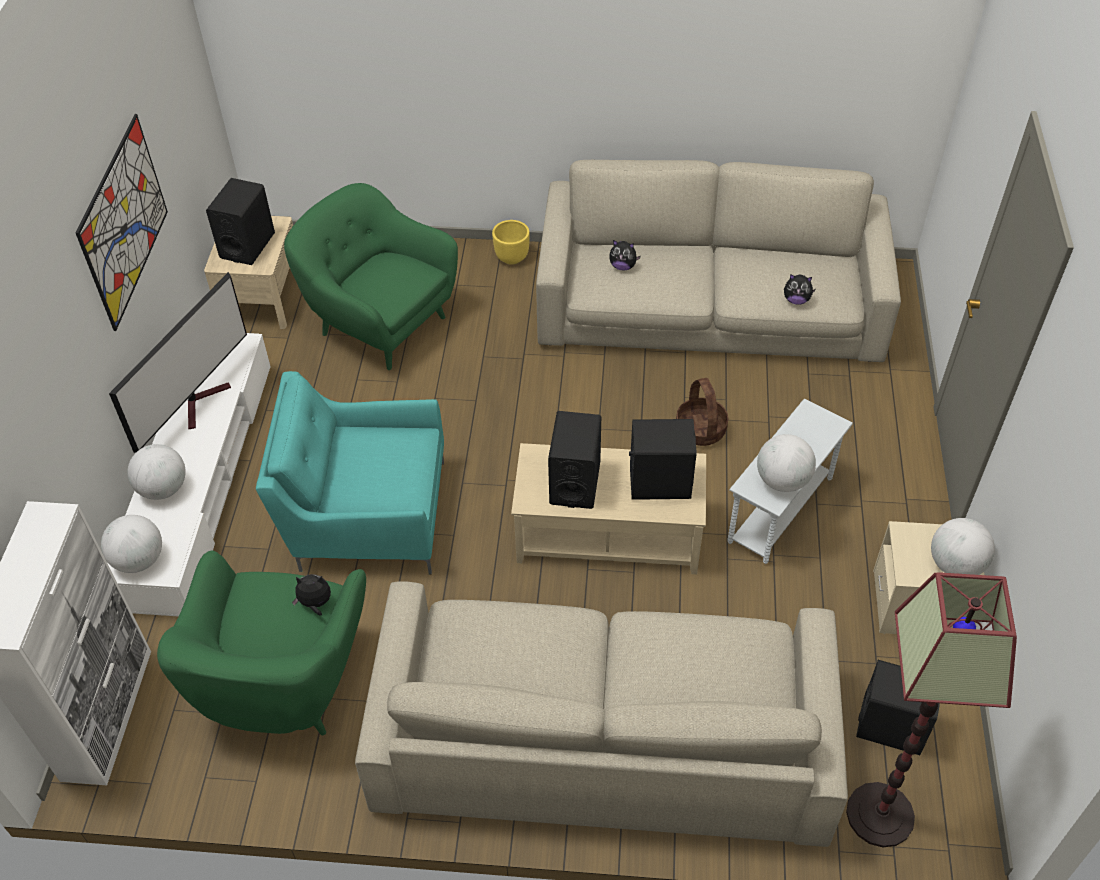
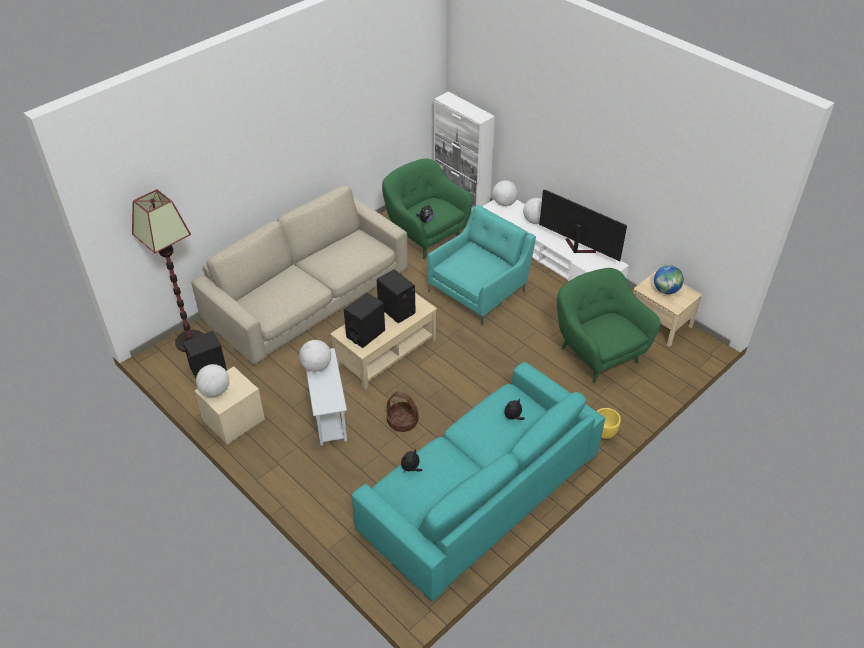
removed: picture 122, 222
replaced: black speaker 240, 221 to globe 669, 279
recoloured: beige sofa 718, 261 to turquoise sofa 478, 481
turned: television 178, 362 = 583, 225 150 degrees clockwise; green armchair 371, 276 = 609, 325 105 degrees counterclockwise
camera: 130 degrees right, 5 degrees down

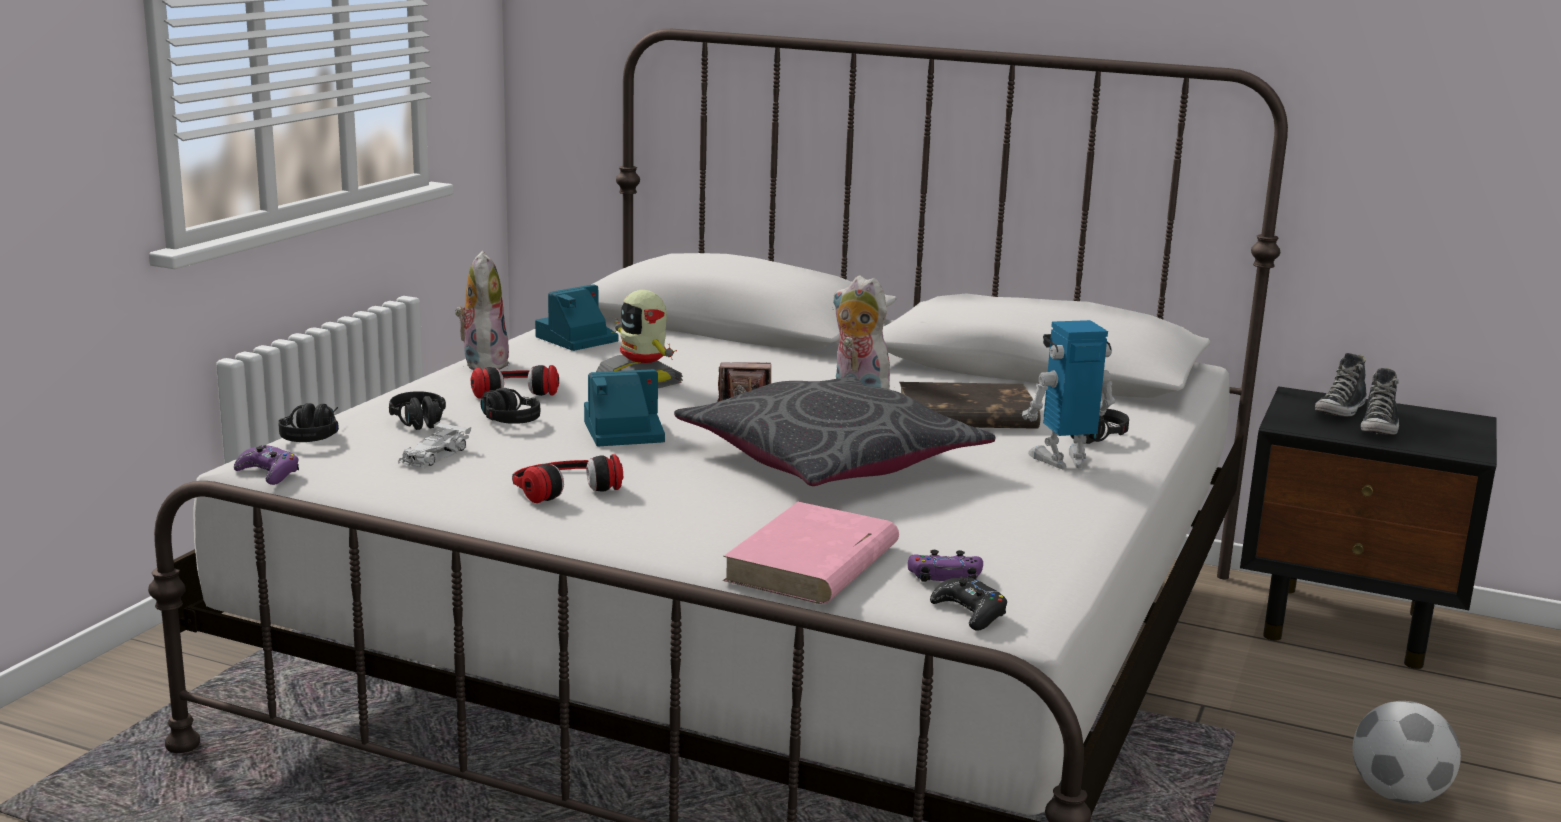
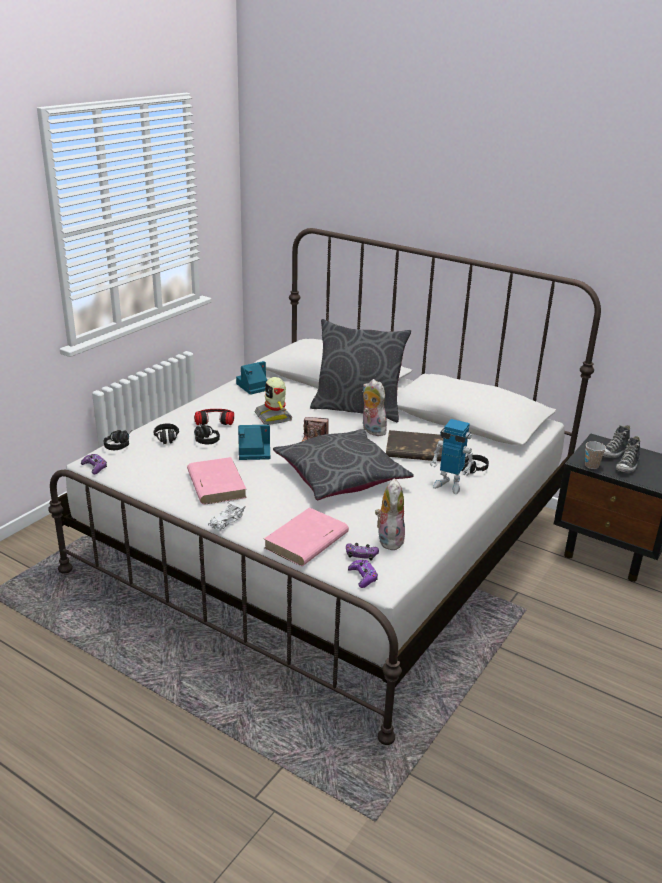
removed: football 1407, 752
added: grey pillow 360, 370; cup 595, 455
moved: white toy car 434, 445 to 226, 515; plush toy 482, 310 to 390, 514
replaced: headphones 567, 478 to pink book 217, 481
recoloured: black game controller 968, 603 to purple game controller 363, 574
turned: toy robot 1068, 394 = 452, 456 150 degrees counterclockwise
camera: 10 degrees right, 10 degrees up

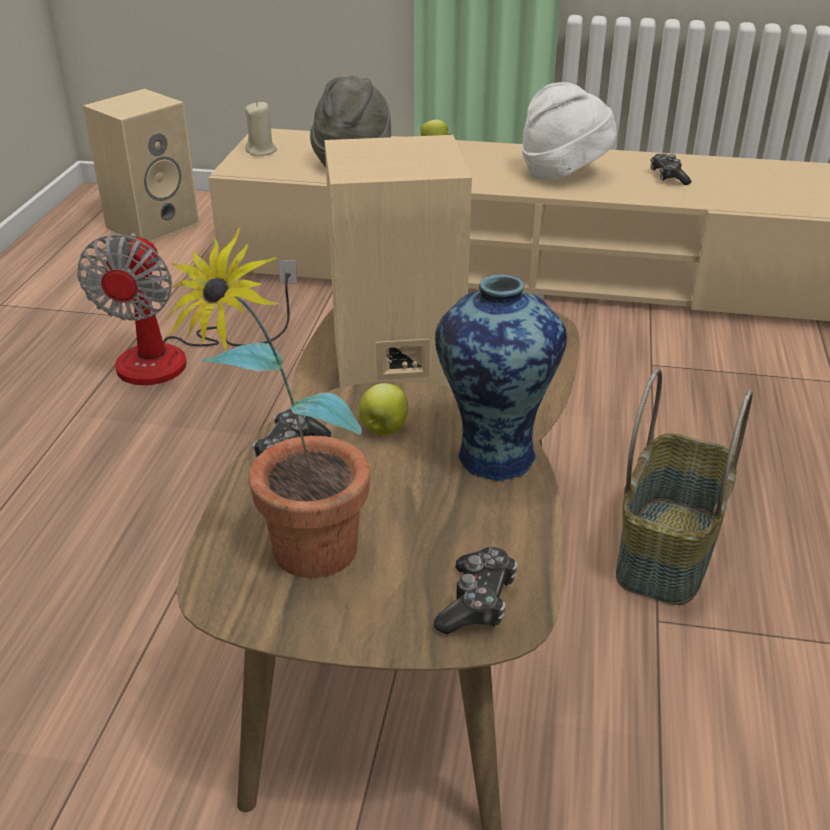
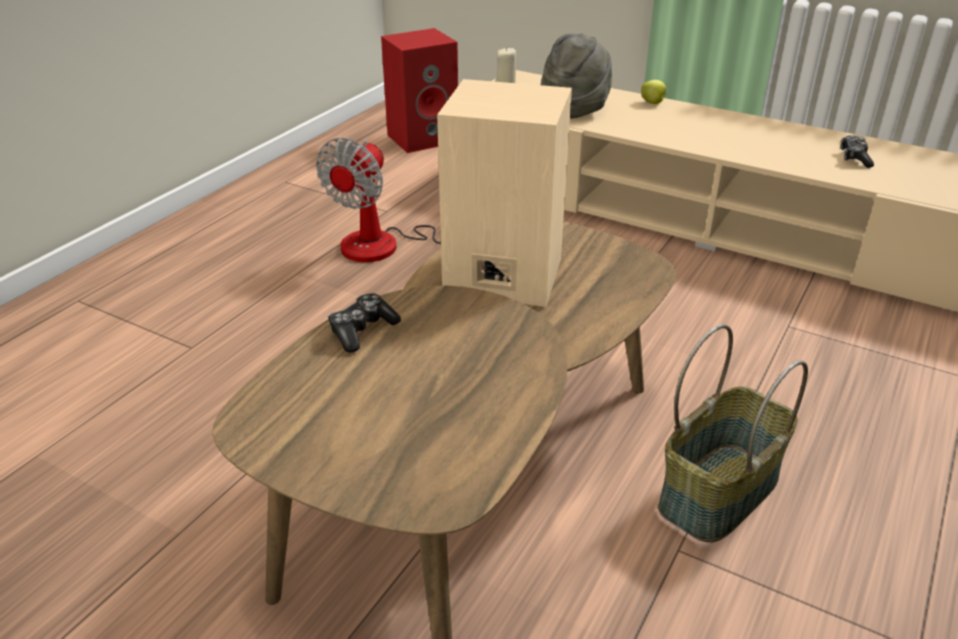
removed: potted plant 267, 402; apple 383, 409; game controller 475, 590; vase 501, 377; white hat 569, 130
recoloured: beige speaker 141, 165 to red speaker 419, 90
camera: 20 degrees right, 0 degrees up

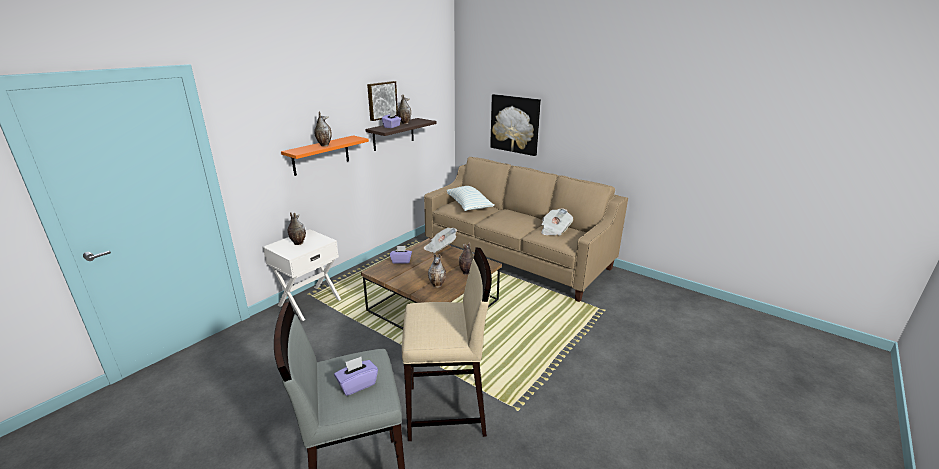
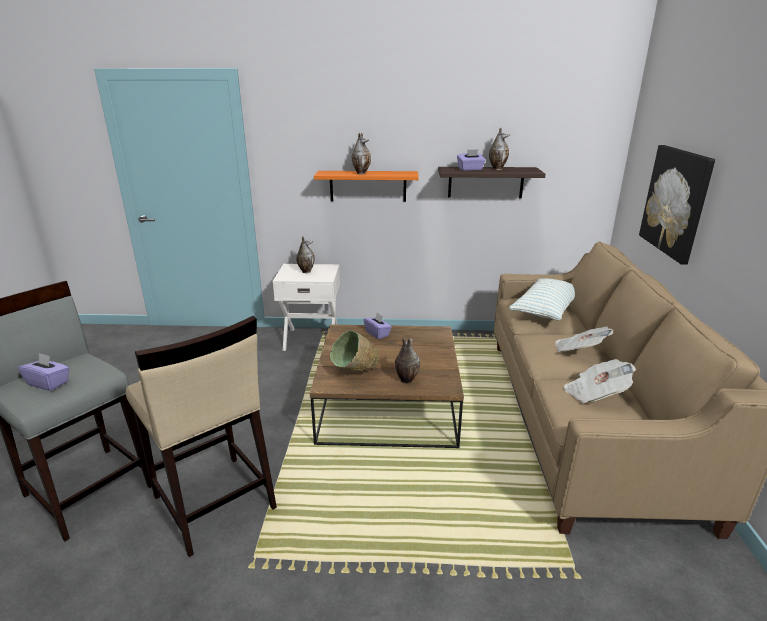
removed: picture 382, 101
moved: newspaper 440, 240 to 584, 339
replaced: vase 437, 271 to green bowl 354, 351
camera: 55 degrees right, 0 degrees up

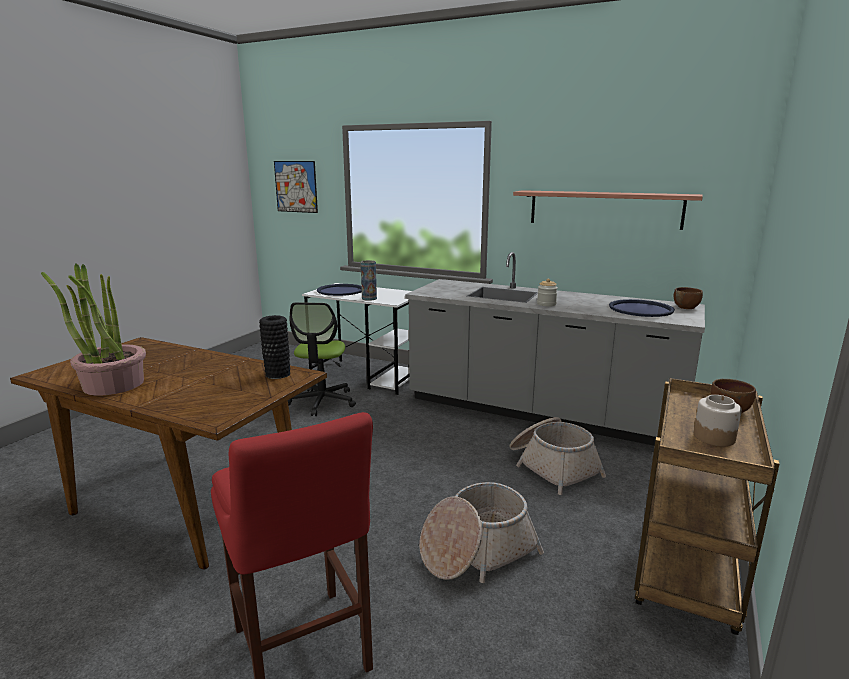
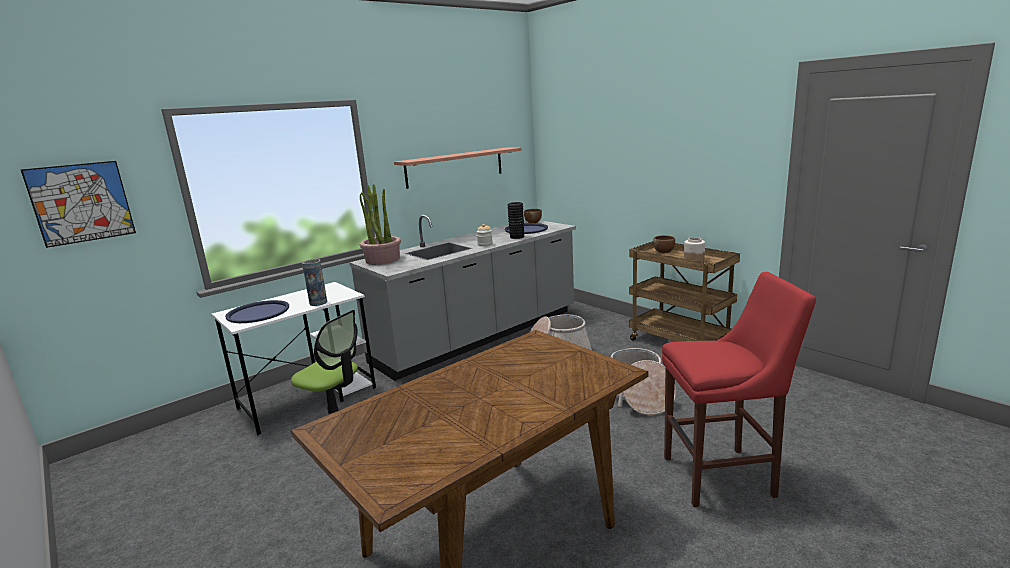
moved: potted plant 93, 329 to 380, 224; black vase 274, 347 to 515, 220
camera: 65 degrees left, 0 degrees up

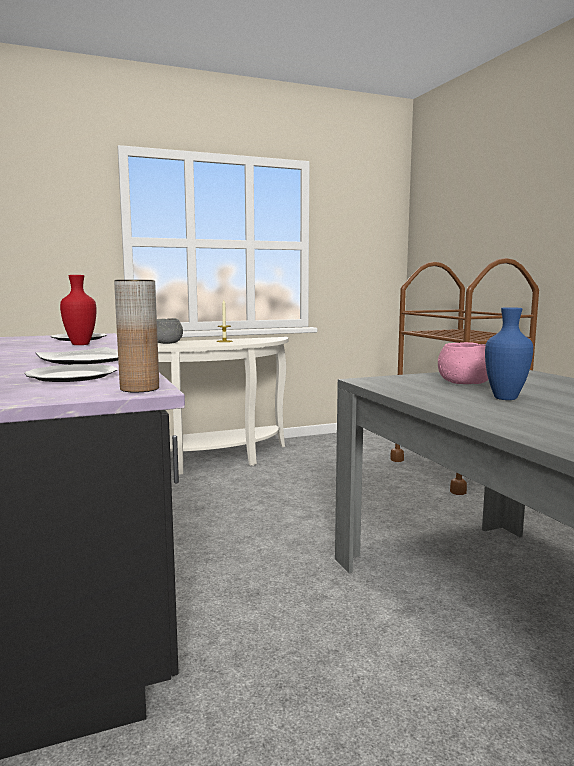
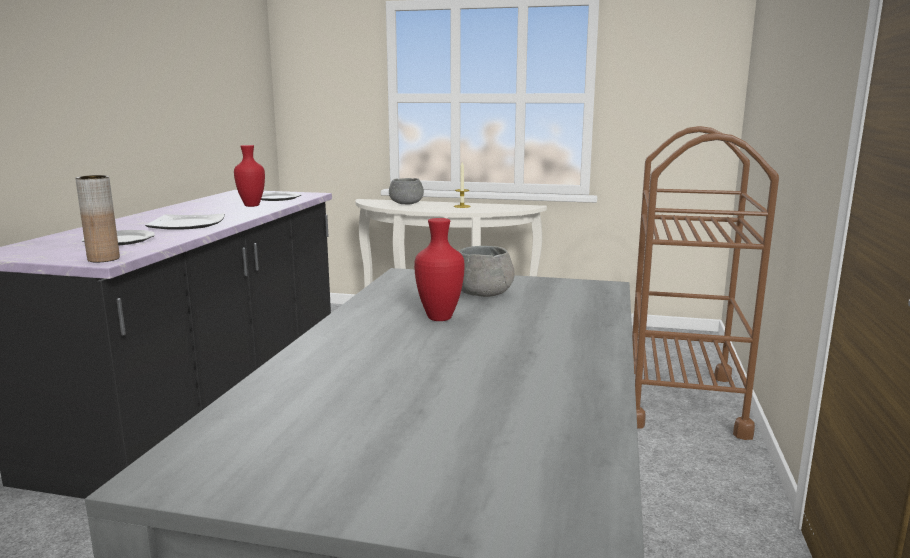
recoloured: pink bowl 463, 363 to grey bowl 487, 271; blue vase 509, 353 to red vase 439, 269
camera: 35 degrees right, 5 degrees up

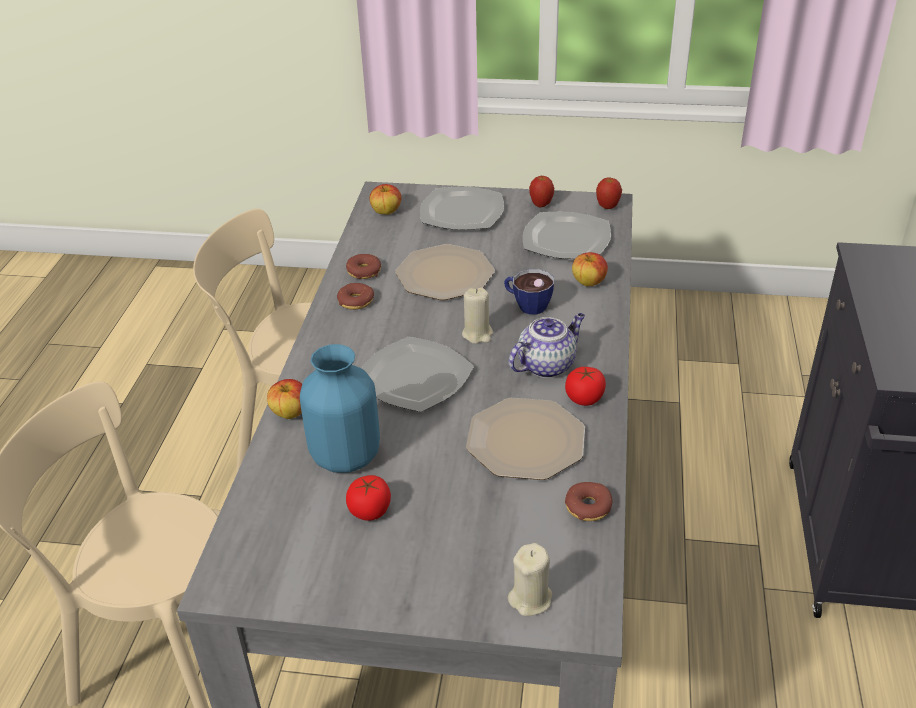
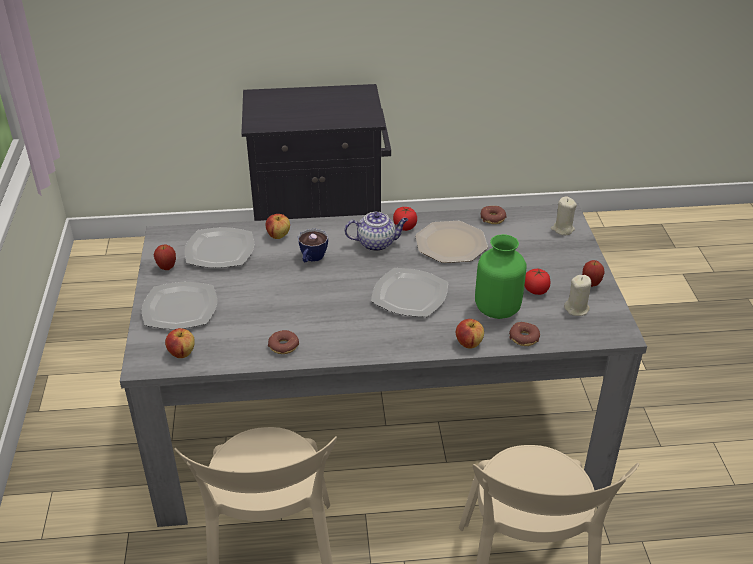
removed: plate 445, 272
moved: donut 355, 296 to 524, 334; beige candle 477, 316 to 577, 295; apple 609, 193 to 593, 273
recoloured: blue vase 340, 408 to green vase 501, 276
turned: teapot 547, 345 = 376, 231 135 degrees clockwise
camera: 105 degrees left, 0 degrees up

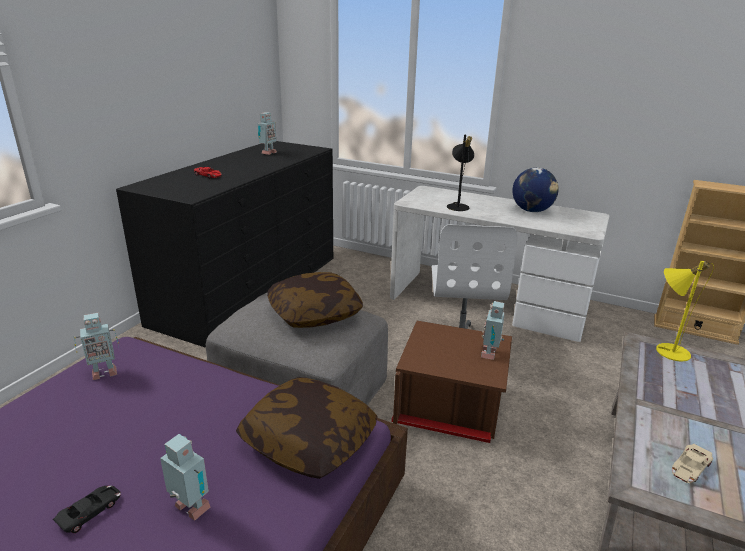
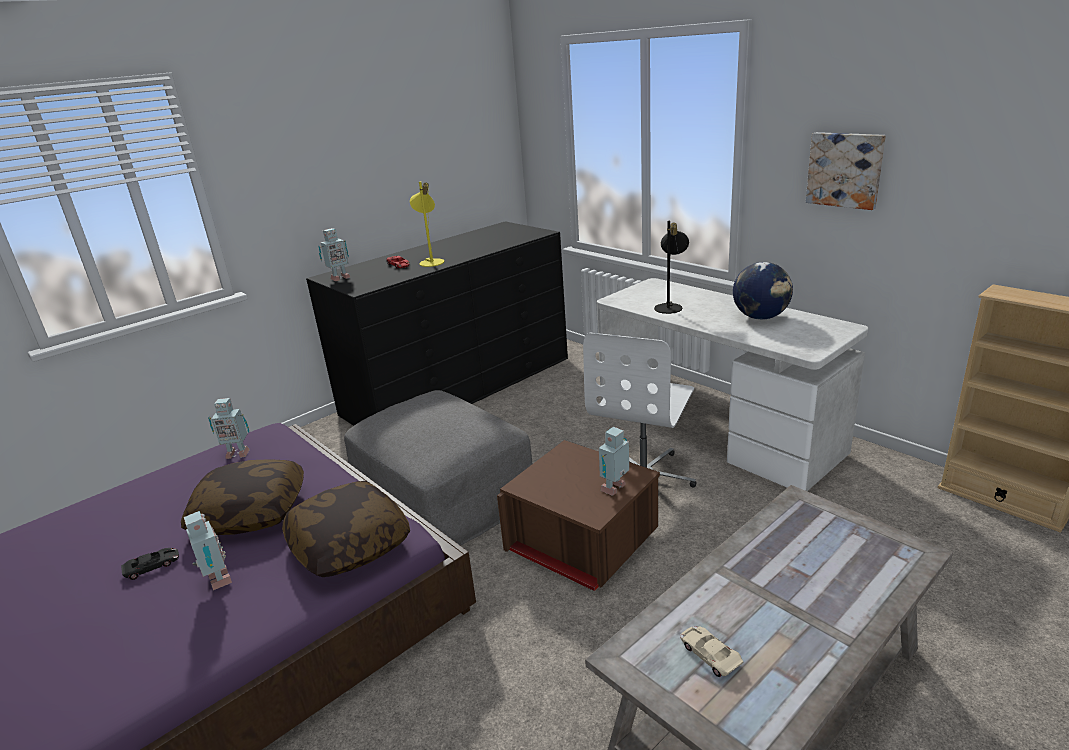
added: picture 846, 171
moved: toy robot 267, 133 to 334, 254; pillow 315, 300 to 242, 497; yellow table lamp 685, 311 to 427, 224
turned: beige toy car 692, 463 = 712, 651 75 degrees clockwise
camera: 25 degrees right, 0 degrees up

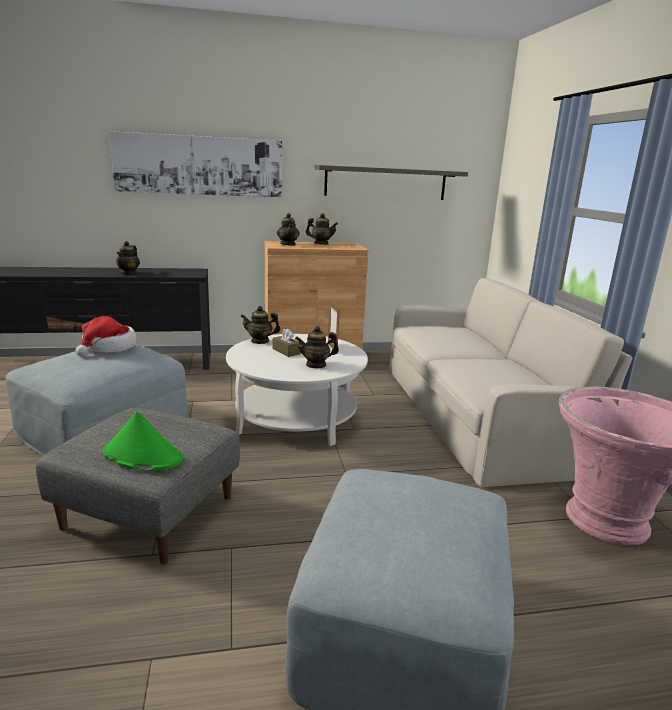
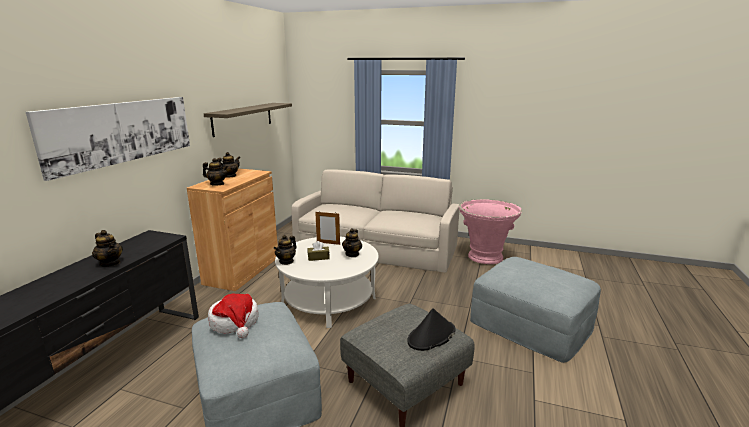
recoloured: green hat 143, 441 to black hat 431, 329
camera: 60 degrees left, 0 degrees up

